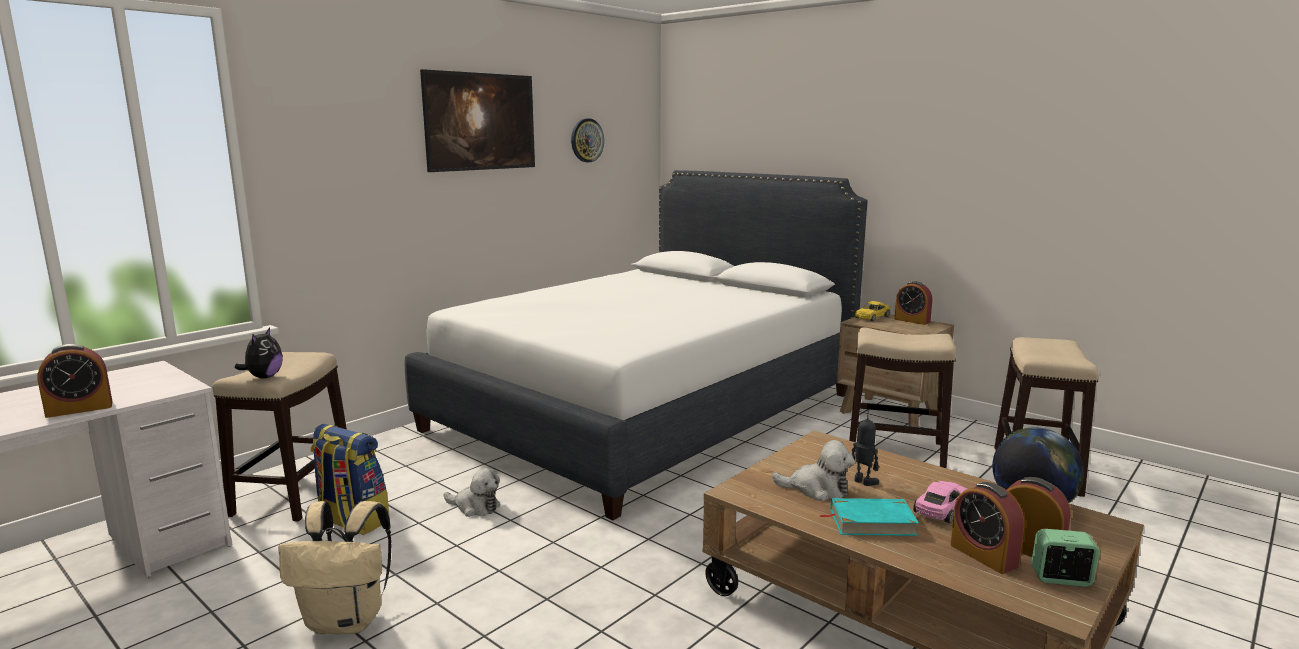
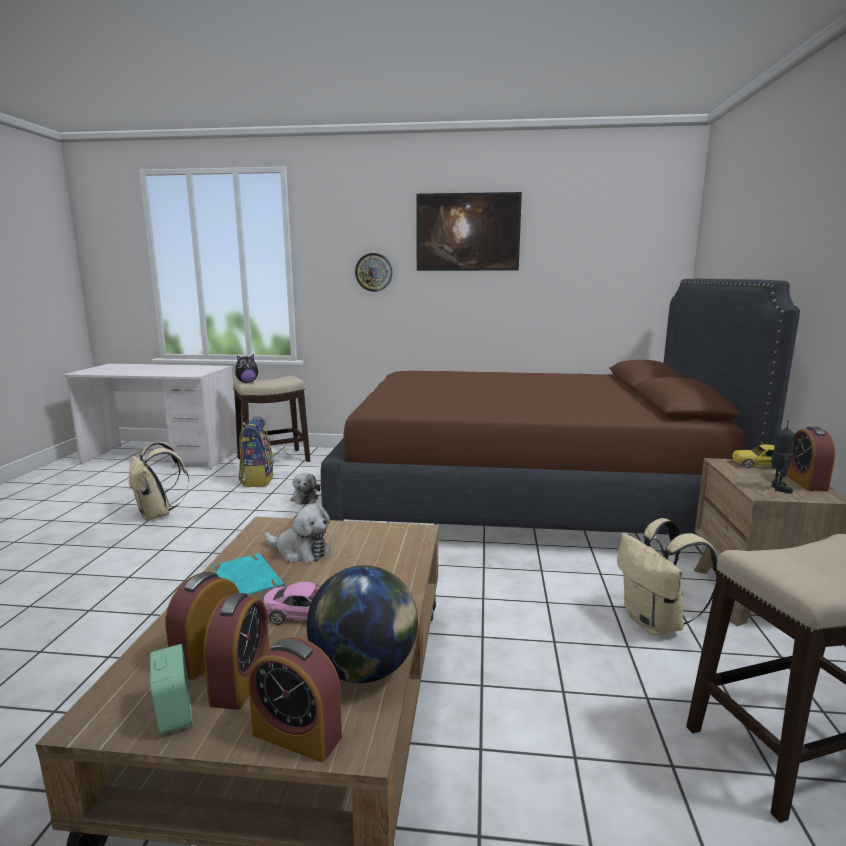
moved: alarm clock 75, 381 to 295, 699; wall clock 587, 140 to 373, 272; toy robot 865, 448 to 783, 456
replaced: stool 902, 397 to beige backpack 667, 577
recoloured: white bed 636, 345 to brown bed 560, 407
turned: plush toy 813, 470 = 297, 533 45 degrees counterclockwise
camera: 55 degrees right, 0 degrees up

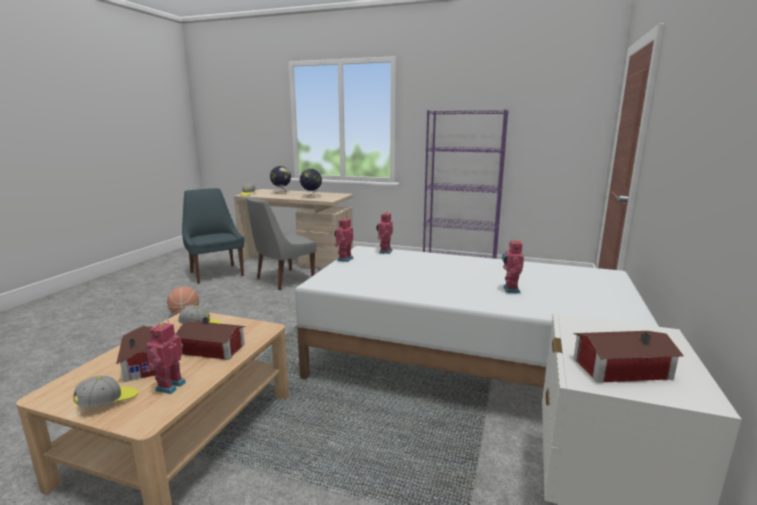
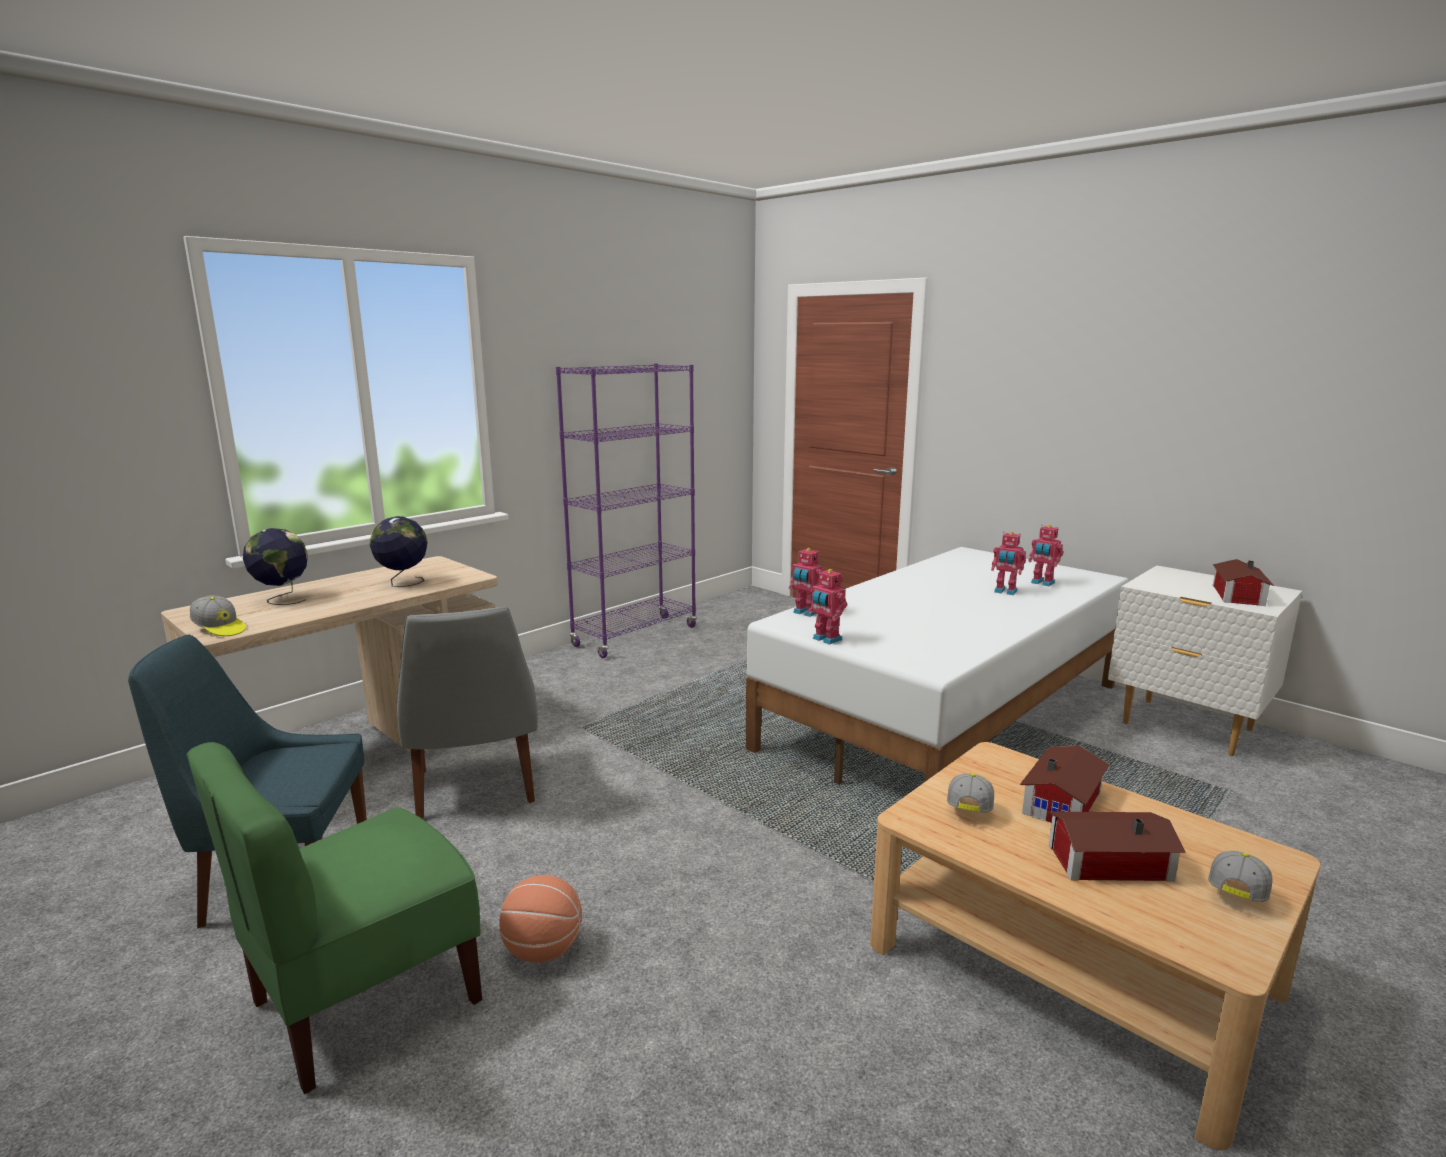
added: green chair 334, 918
moved: toy robot 165, 357 to 1045, 555
turned: cap 105, 391 = 1240, 876 60 degrees clockwise
camera: 65 degrees left, 0 degrees up

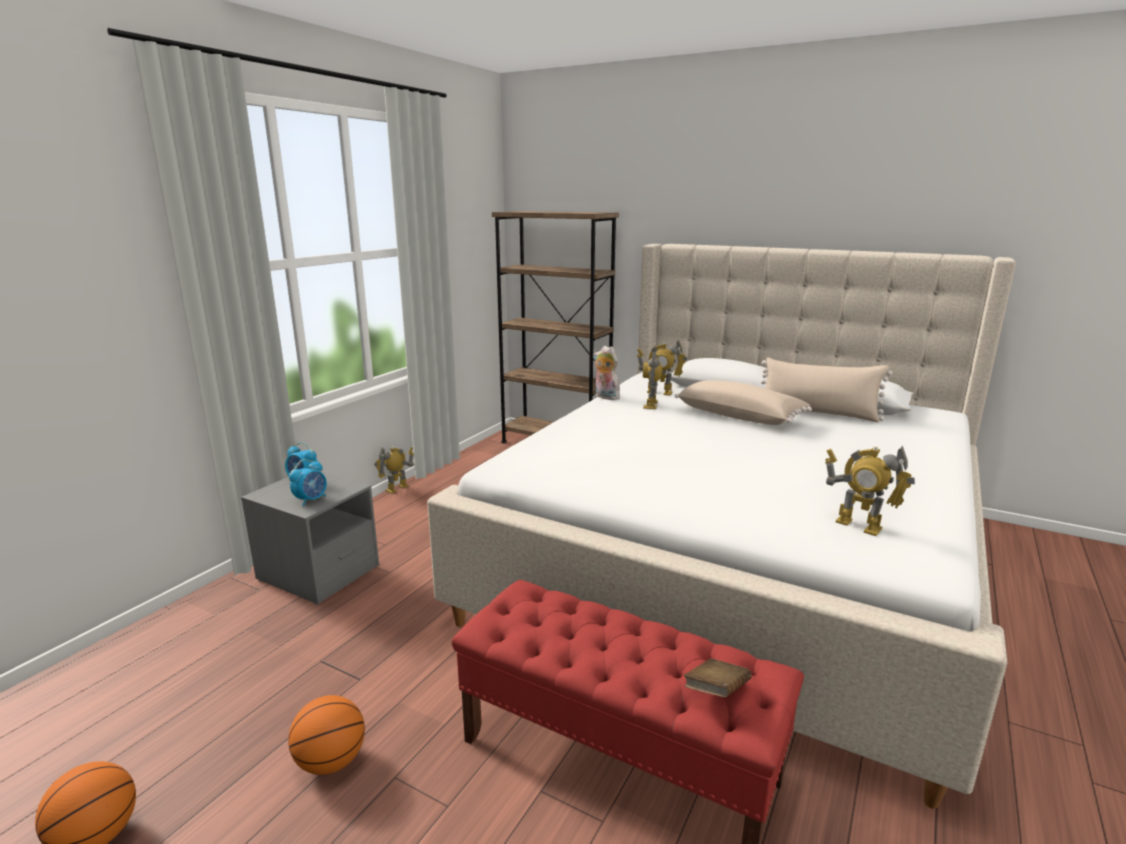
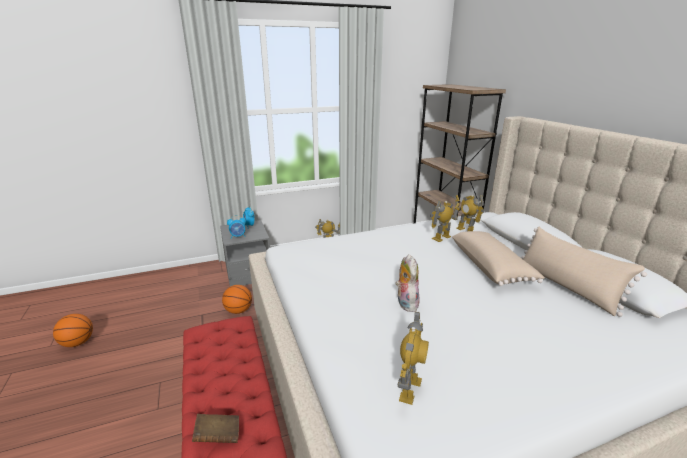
moved: basketball 326, 735 to 237, 299; plush toy 608, 373 to 407, 283
turned: toy robot 870, 491 = 413, 358 150 degrees counterclockwise
camera: 40 degrees right, 5 degrees up

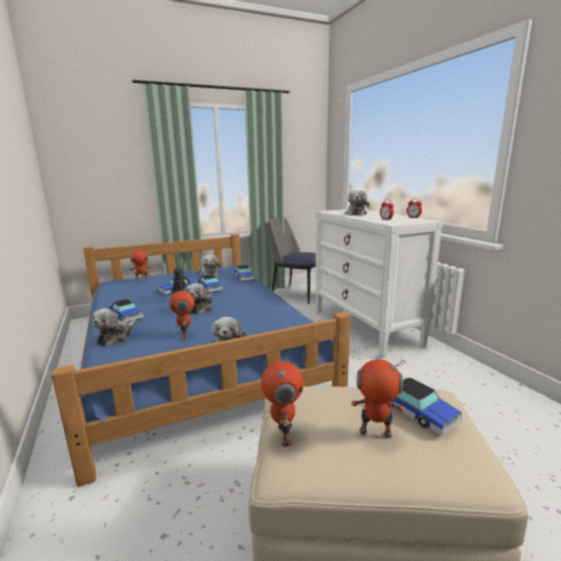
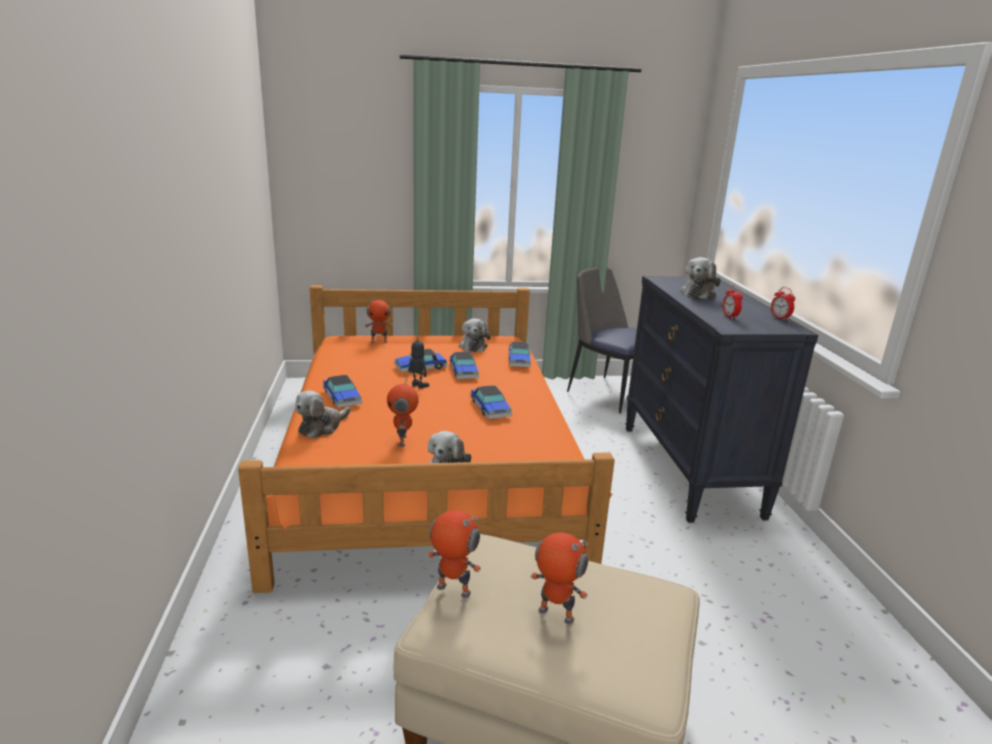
removed: plush toy 198, 298
moved: toy car 426, 407 to 491, 402
recoloured: blue bed 201, 360 to orange bed 426, 439; white dresser 379, 283 to black dresser 721, 399
turned: toy robot 282, 404 = 454, 554 75 degrees counterclockwise
camera: 15 degrees right, 5 degrees up

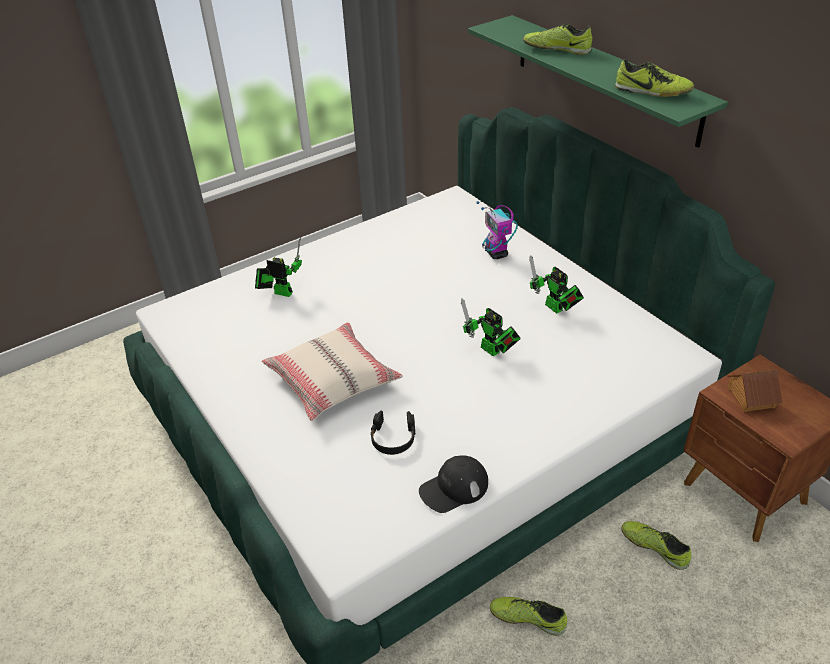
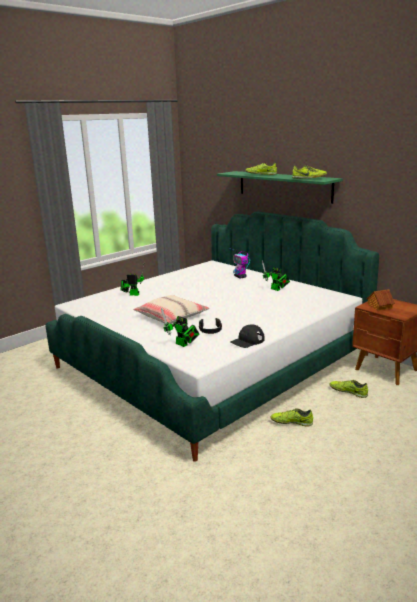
moved: toy robot 491, 327 to 180, 327
camera: 10 degrees left, 20 degrees down

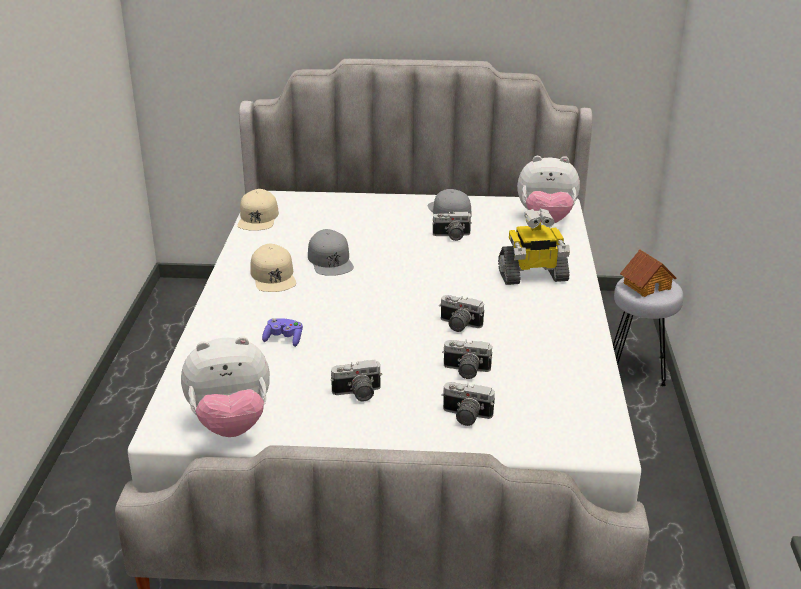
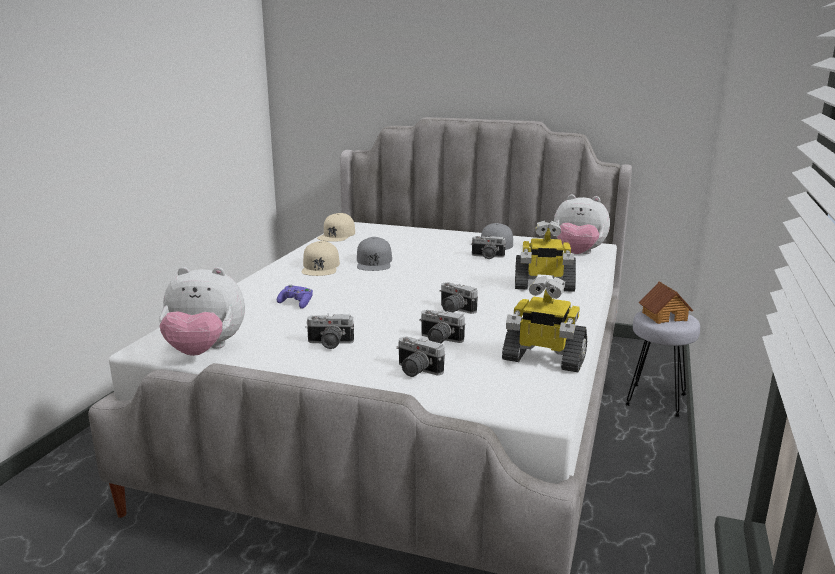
added: toy robot 544, 324
camera: 15 degrees right, 10 degrees down

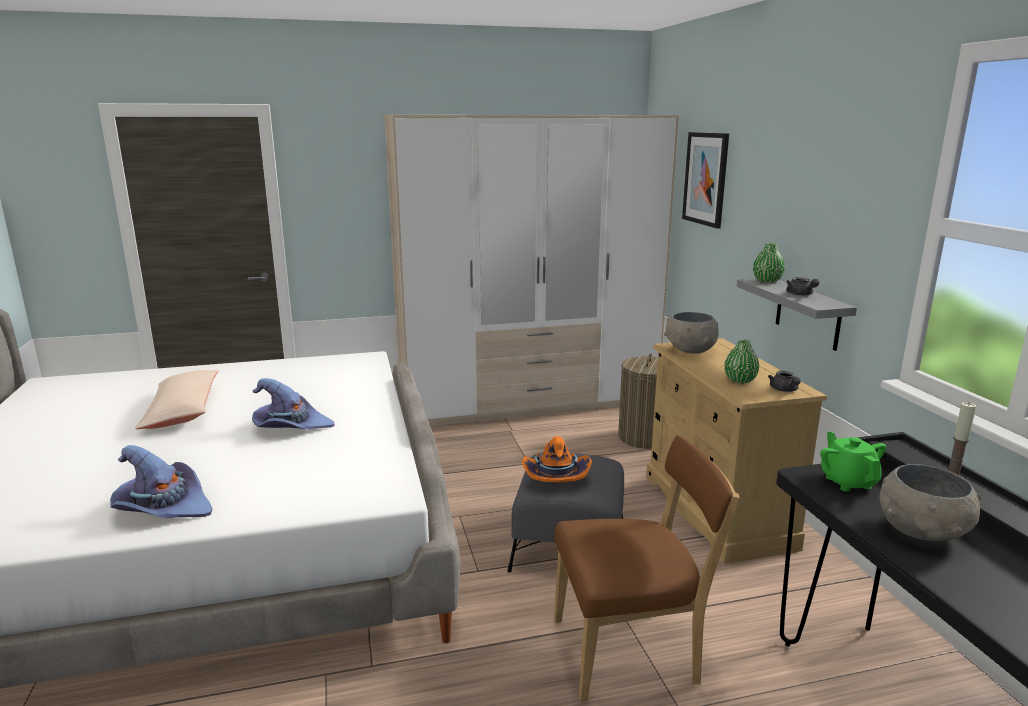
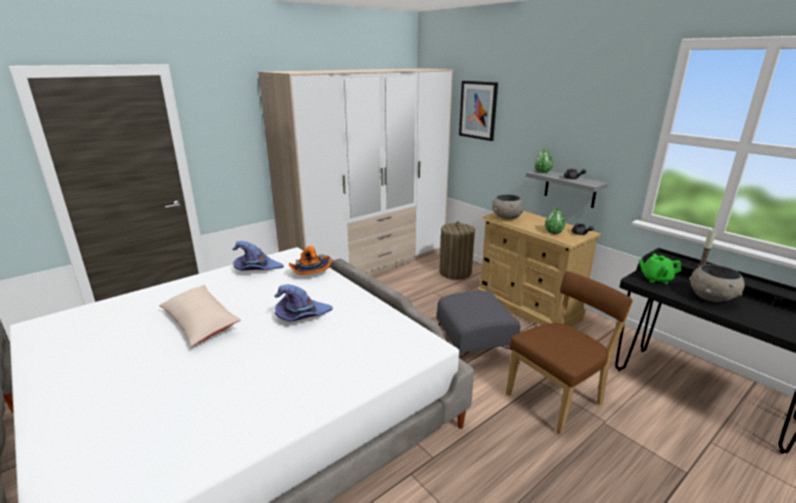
moved: purple hat 161, 481 to 258, 256; orange hat 557, 459 to 310, 260
turned: green teapot 853, 462 = 660, 268 45 degrees counterclockwise
camera: 25 degrees left, 5 degrees up

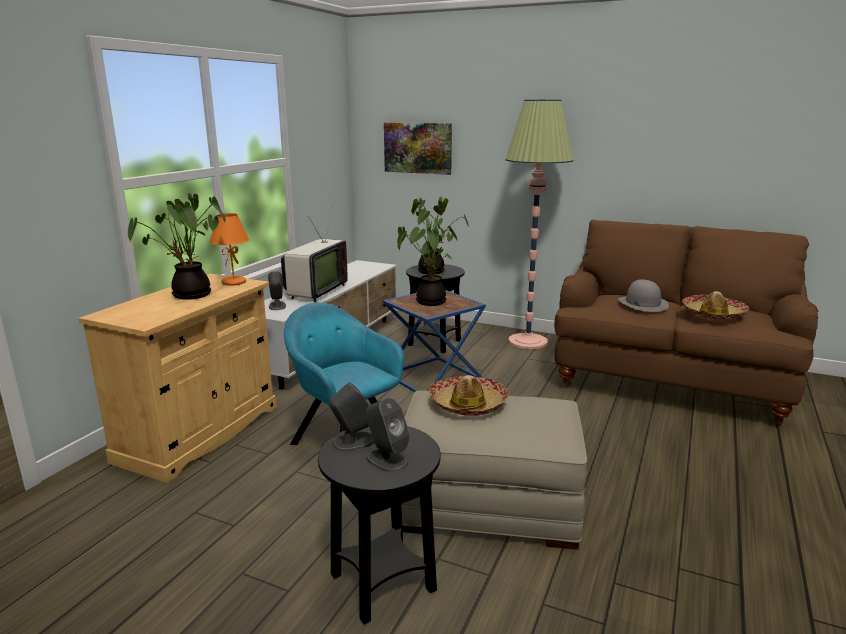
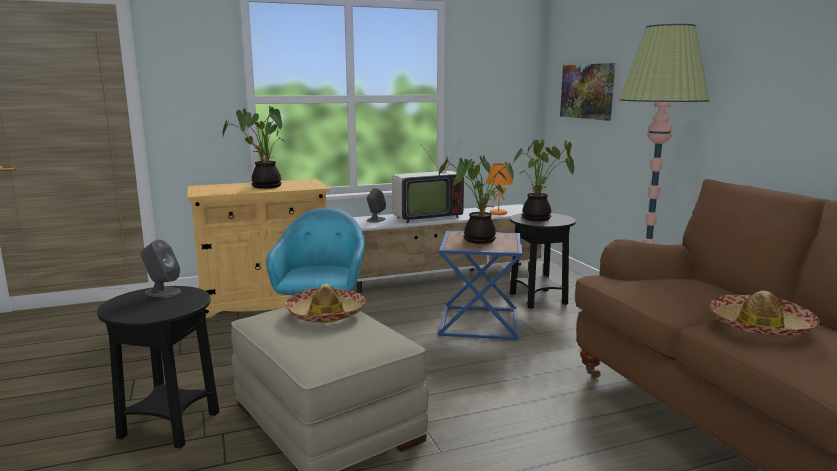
removed: grey speaker 388, 435; grey hat 643, 295
moved: orange table lamp 229, 249 to 499, 189
camera: 45 degrees right, 5 degrees down

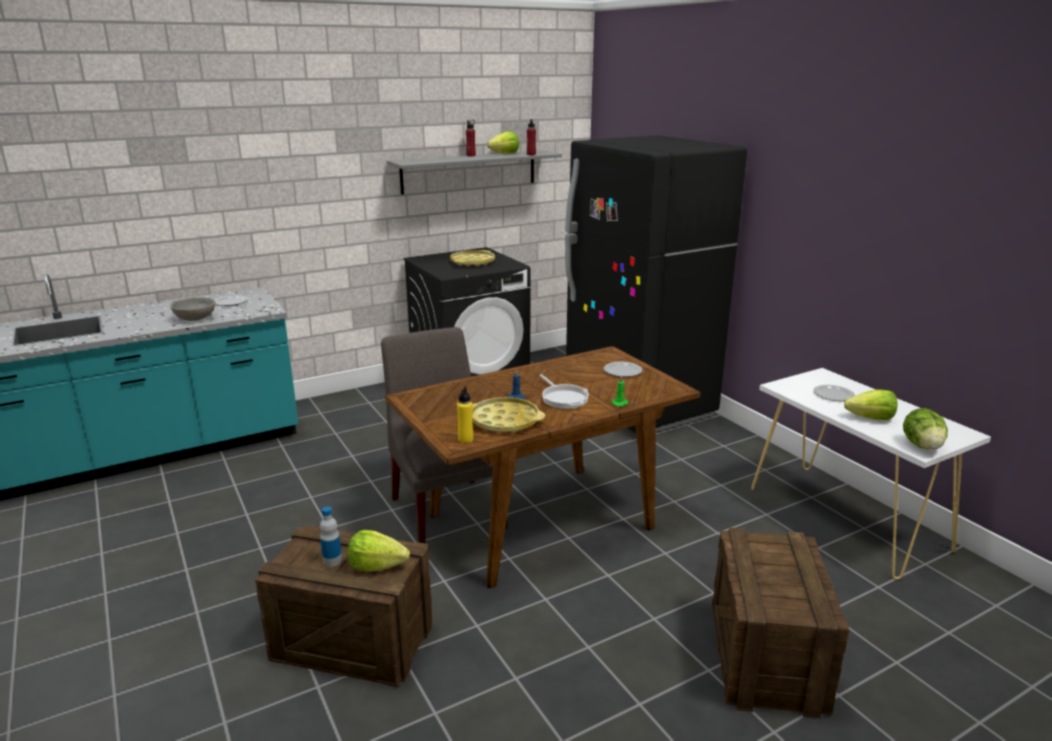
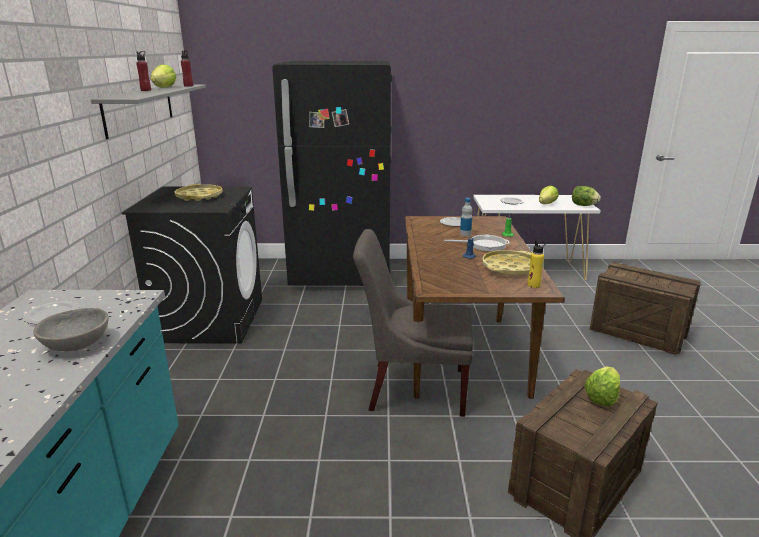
moved: bottle 331, 536 to 466, 217
camera: 60 degrees left, 0 degrees up

